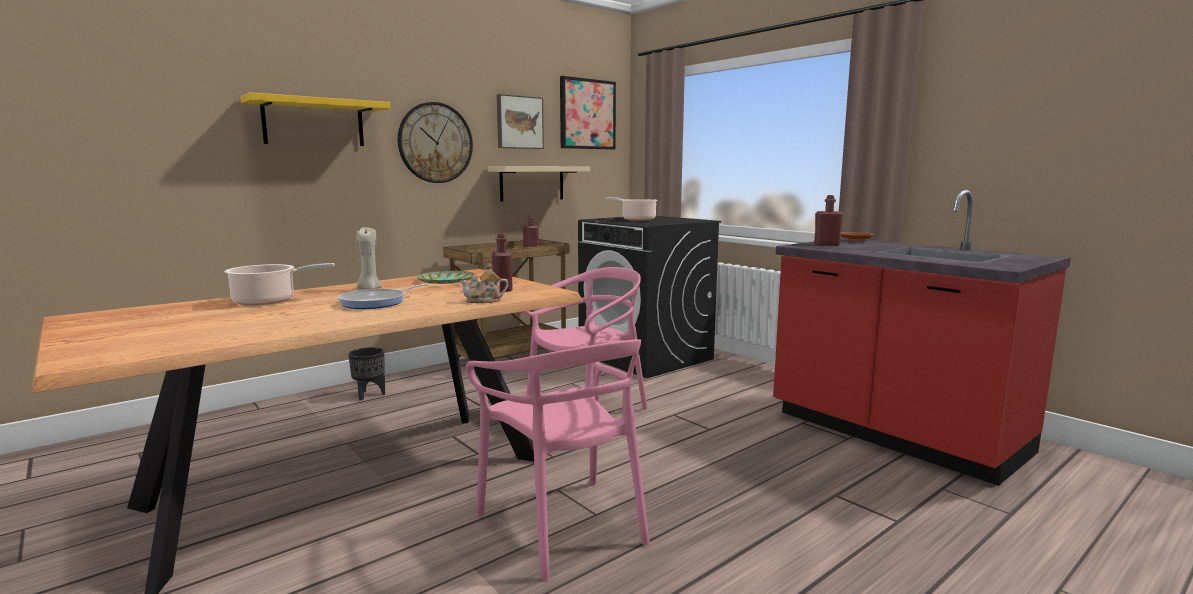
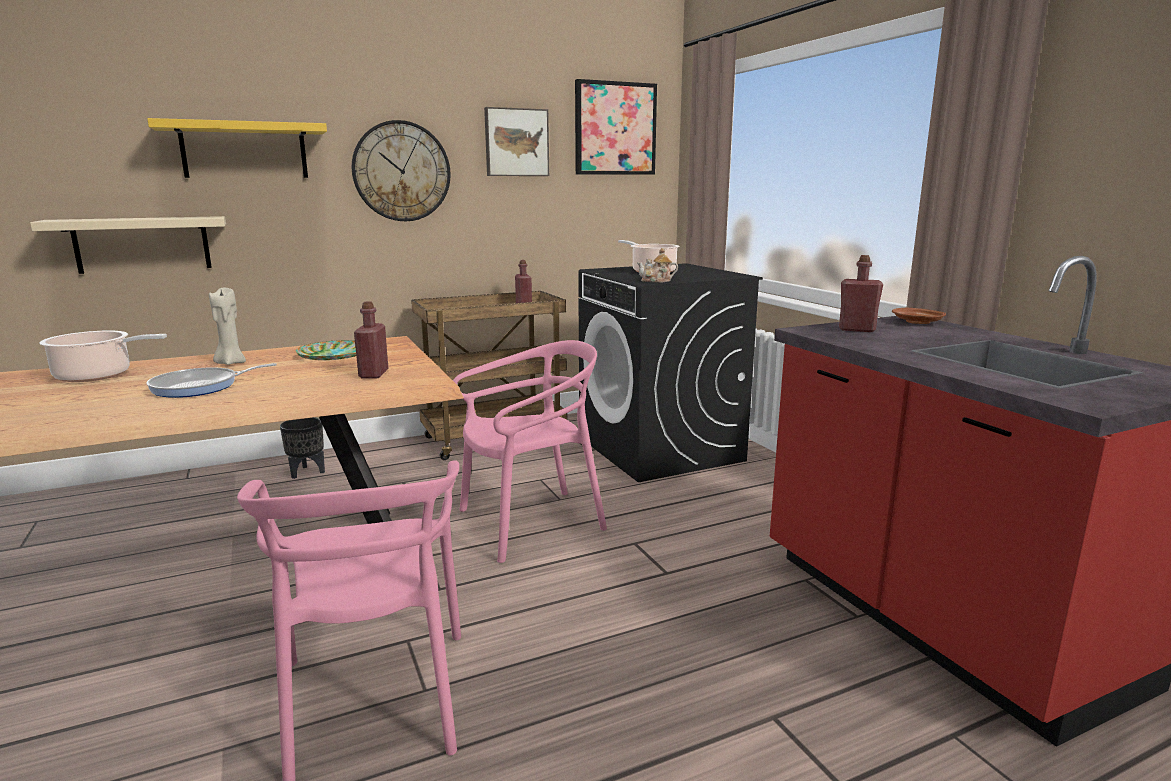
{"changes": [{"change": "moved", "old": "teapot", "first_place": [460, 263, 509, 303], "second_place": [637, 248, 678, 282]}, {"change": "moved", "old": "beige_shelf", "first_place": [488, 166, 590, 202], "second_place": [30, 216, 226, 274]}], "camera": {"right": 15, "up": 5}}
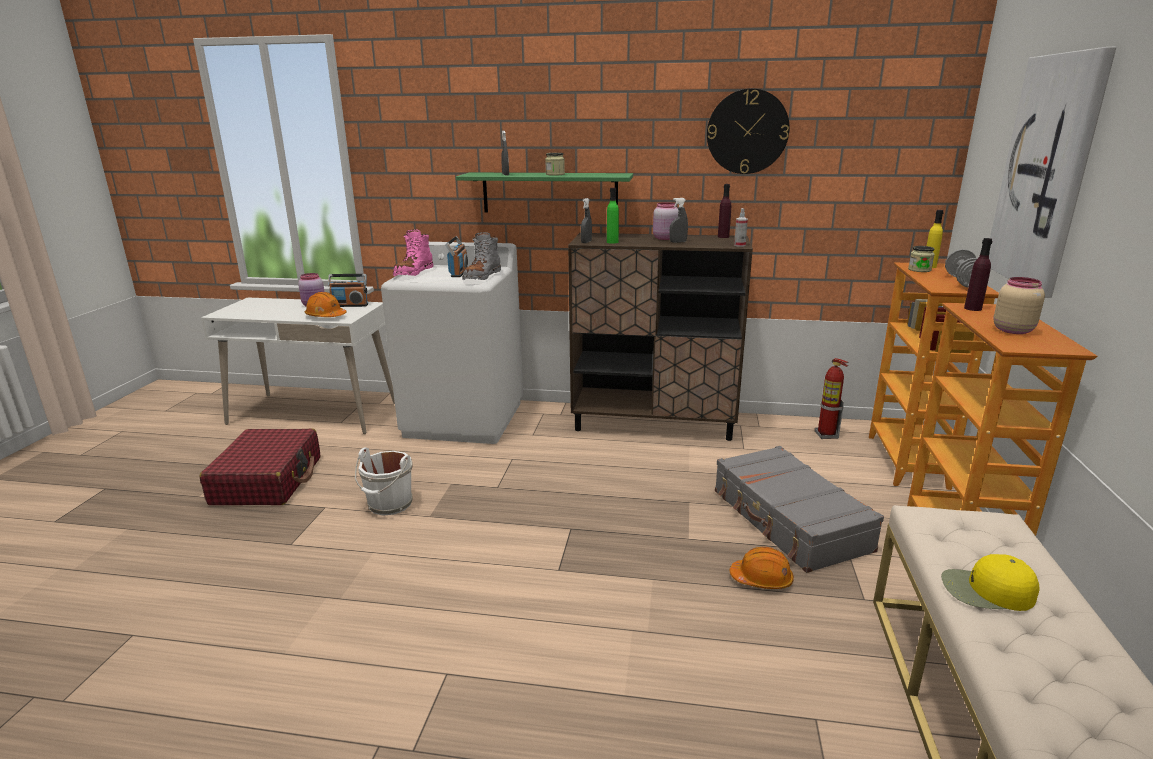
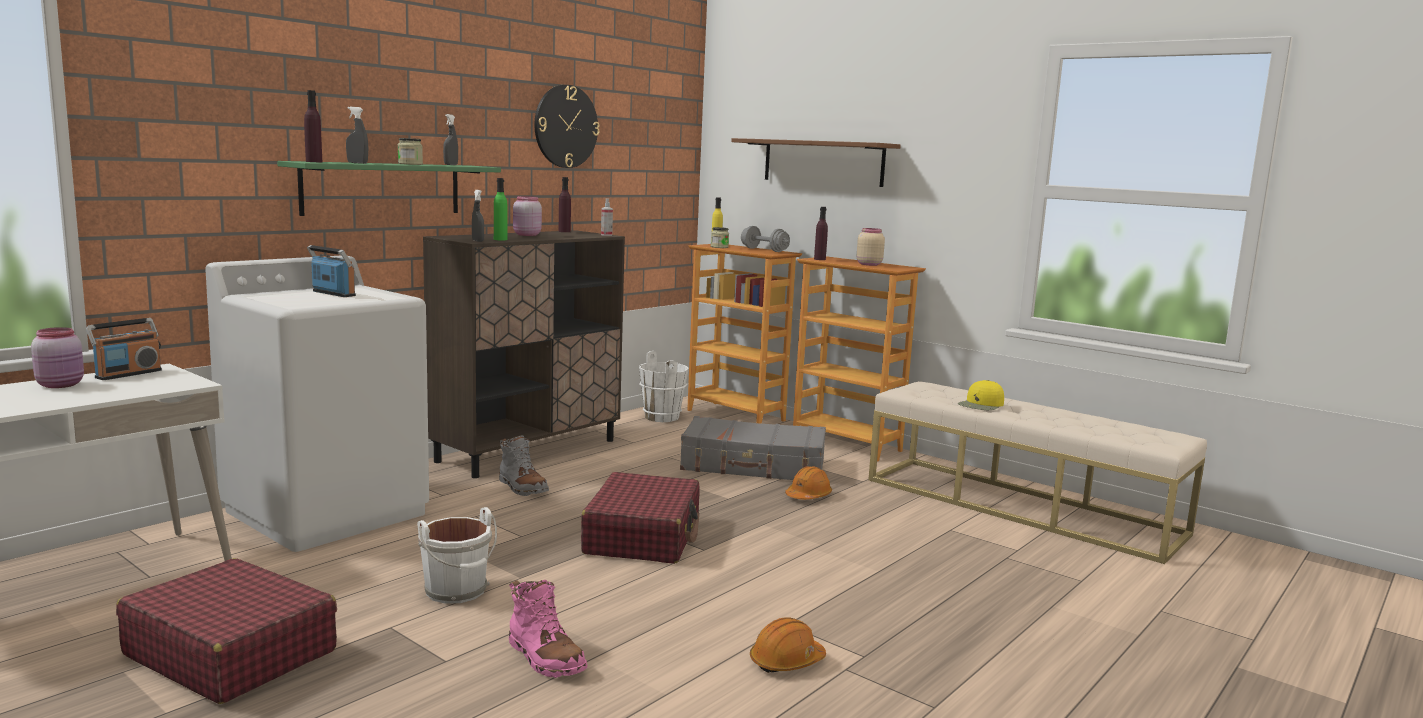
{"changes": [{"change": "added", "new": "purple_bottle", "second_place": [304, 90, 322, 162]}, {"change": "added", "new": "red_suitcase", "second_place": [581, 472, 700, 564]}, {"change": "moved", "old": "orange_hard_hat", "first_place": [305, 292, 347, 317], "second_place": [750, 617, 826, 673]}, {"change": "moved", "old": "pink_boot", "first_place": [393, 229, 434, 276], "second_place": [509, 580, 587, 678]}, {"change": "moved", "old": "grey_boot", "first_place": [462, 232, 501, 280], "second_place": [499, 436, 549, 496]}, {"change": "moved", "old": "grey_spray_bottle", "first_place": [670, 198, 688, 243], "second_place": [443, 114, 458, 165]}, {"change": "replaced", "old": "fire_extinguisher", "new": "white_bucket", "first_place": [815, 358, 849, 439], "second_place": [639, 351, 689, 422]}, {"change": "replaced", "old": "picture", "new": "brown_shelf", "first_place": [989, 47, 1117, 298], "second_place": [731, 138, 901, 187]}], "camera": {"right": -60, "up": -10}}
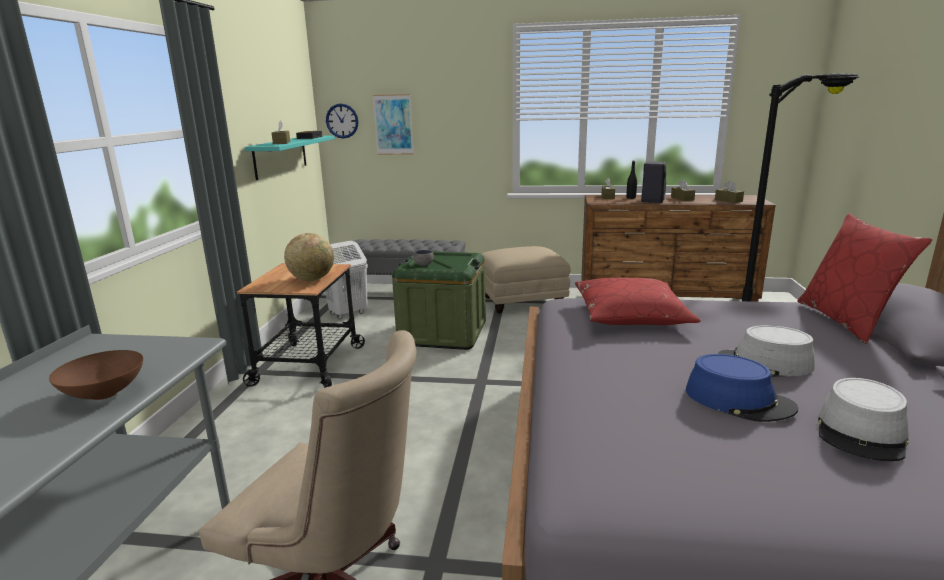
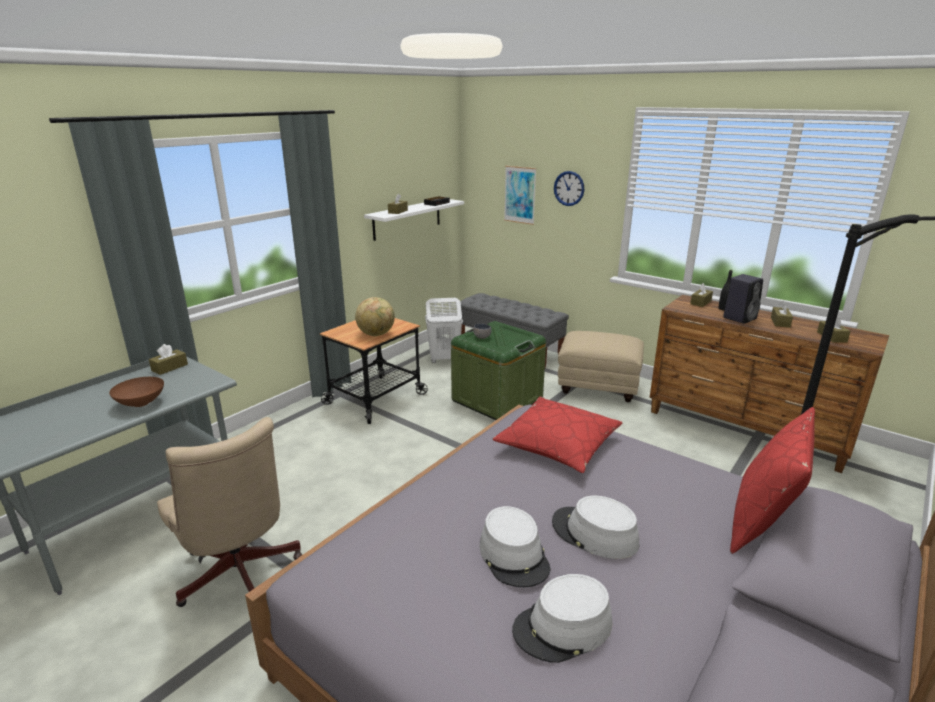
{"changes": [{"change": "added", "new": "brown_tissue_box", "second_place": [149, 344, 188, 375]}, {"change": "moved", "old": "wall_clock", "first_place": [326, 104, 359, 139], "second_place": [554, 171, 584, 206]}, {"change": "recoloured", "old": "turquoise_shelf", "new": "white_shelf", "first_place": [245, 135, 335, 180], "second_place": [364, 199, 464, 241]}, {"change": "recoloured", "old": "blue_hat", "new": "grey_hat", "first_place": [686, 354, 798, 422], "second_place": [480, 506, 551, 587]}], "camera": {"right": 30, "up": 5}}
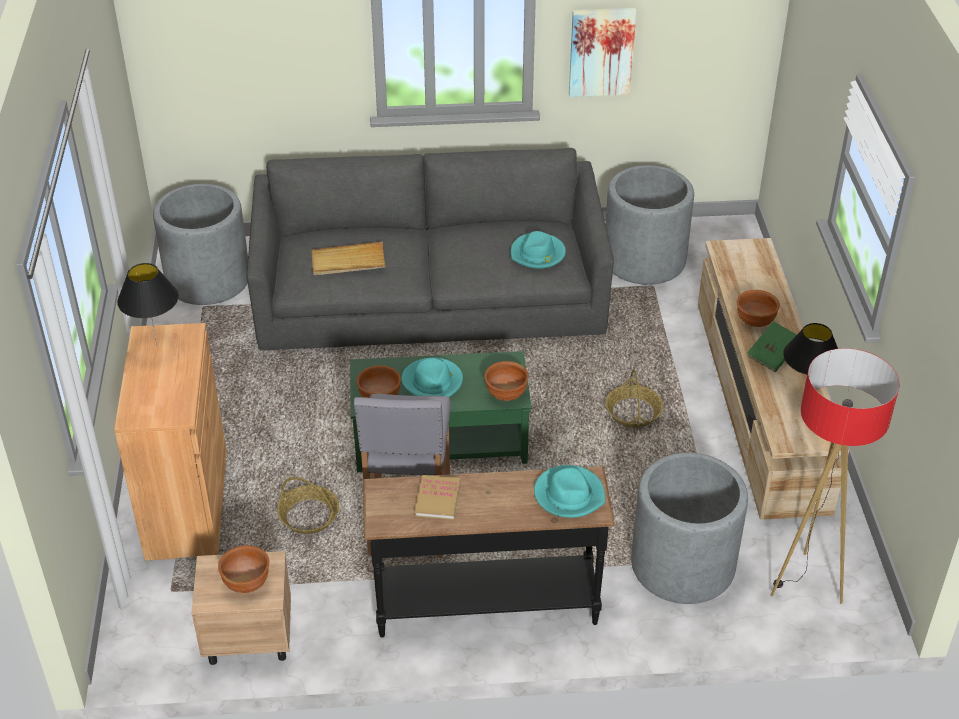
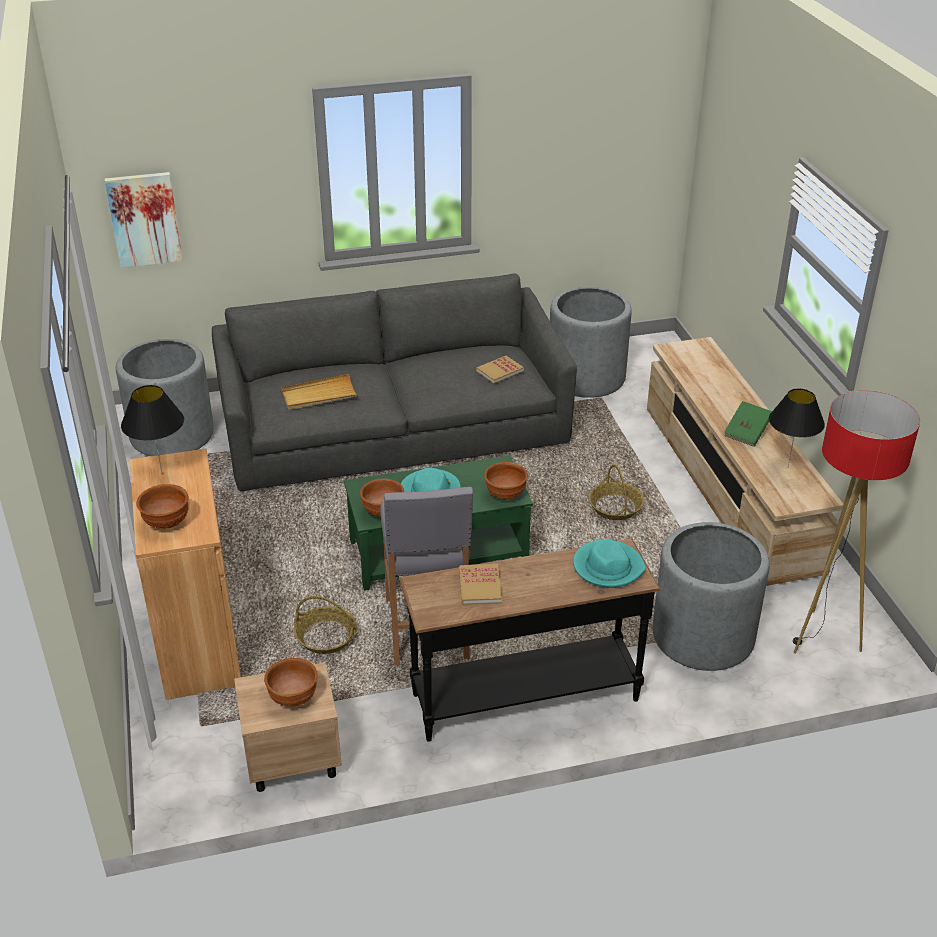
{"changes": [{"change": "moved", "old": "picture", "first_place": [569, 8, 636, 97], "second_place": [105, 172, 183, 268]}, {"change": "moved", "old": "brown_bowl", "first_place": [737, 290, 780, 327], "second_place": [136, 484, 189, 529]}, {"change": "replaced", "old": "turquoise_hat", "new": "book", "first_place": [511, 231, 566, 269], "second_place": [476, 356, 524, 384]}], "camera": {"right": -10, "up": -5}}
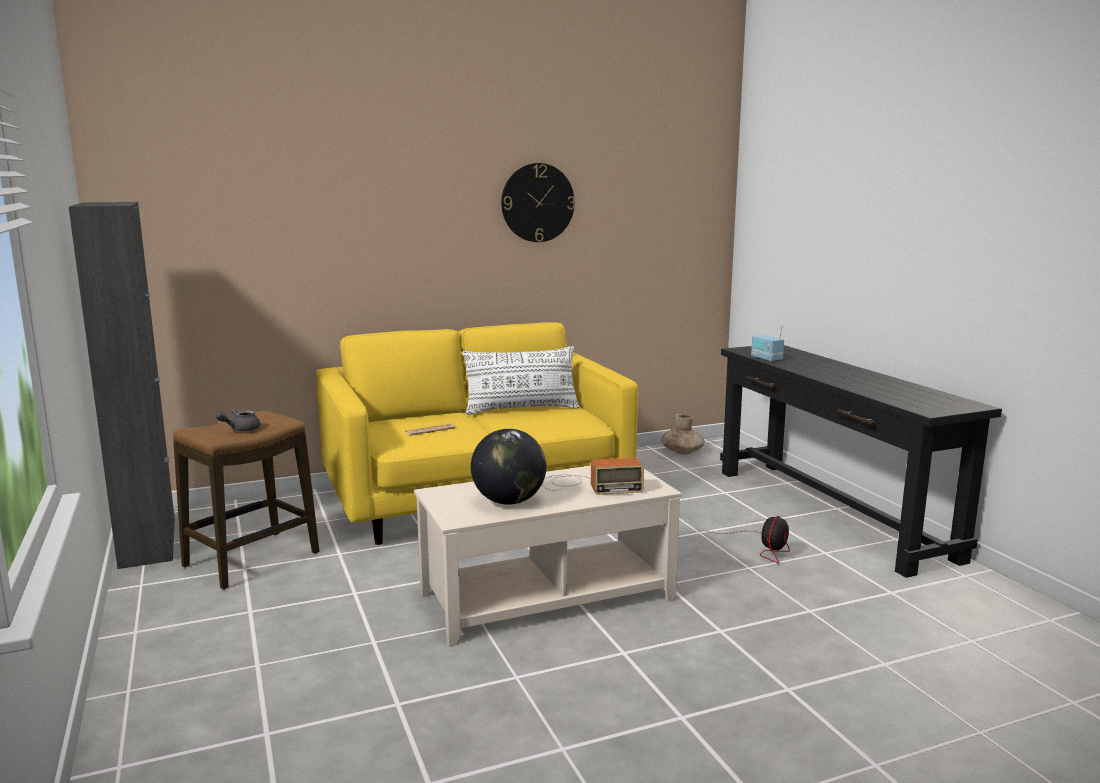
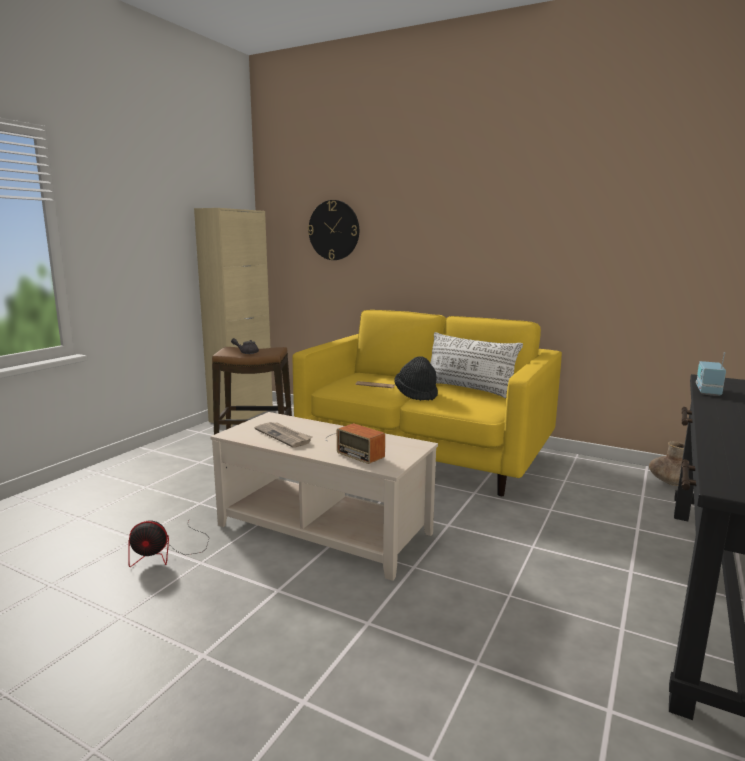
{"changes": [{"change": "added", "new": "black_hat", "second_place": [394, 356, 438, 401]}, {"change": "moved", "old": "wall_clock", "first_place": [501, 163, 575, 242], "second_place": [308, 200, 359, 260]}, {"change": "moved", "old": "fan", "first_place": [707, 516, 790, 563], "second_place": [128, 521, 209, 567]}, {"change": "replaced", "old": "globe", "new": "newspaper", "first_place": [471, 429, 546, 505], "second_place": [255, 422, 312, 448]}, {"change": "recoloured", "old": "black_cabinet", "new": "beige_cabinet", "first_place": [69, 202, 175, 569], "second_place": [194, 208, 273, 427]}], "camera": {"right": 50, "up": 0}}
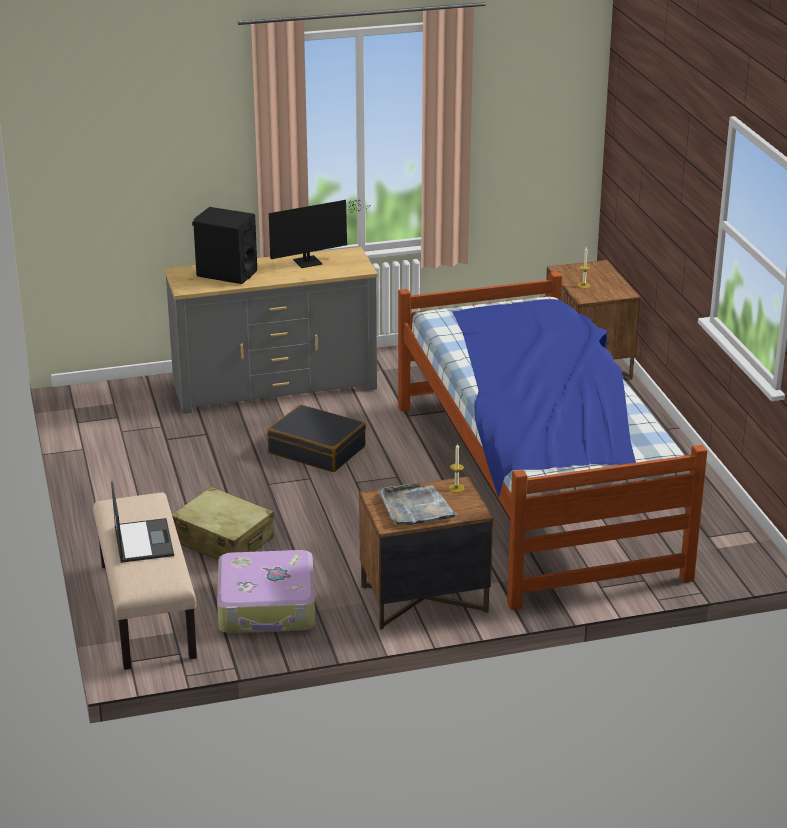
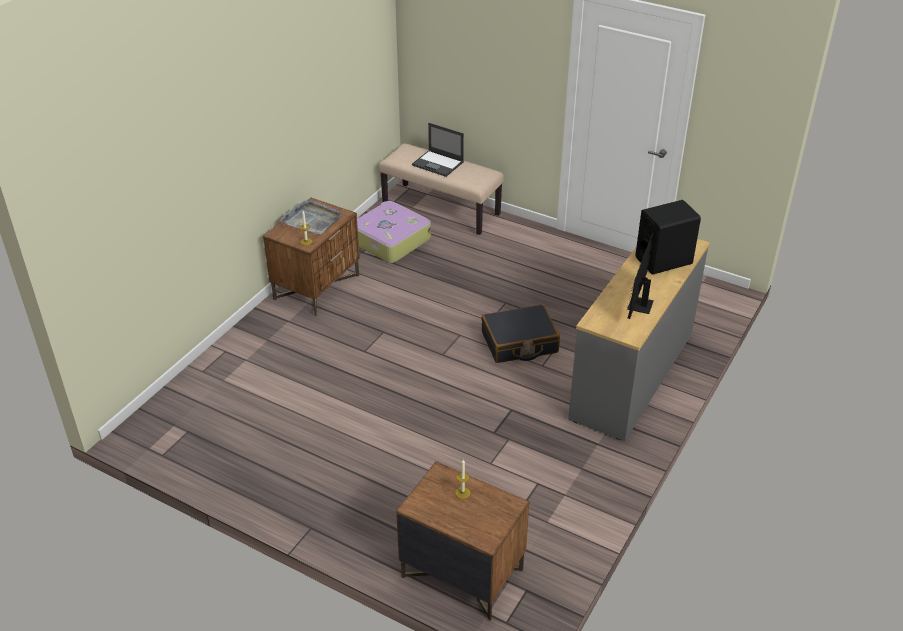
{"changes": [{"change": "removed", "old": "beige_suitcase", "first_place": [172, 486, 274, 560]}, {"change": "removed", "old": "bed", "first_place": [398, 272, 707, 610]}], "camera": {"right": 135, "up": 10}}
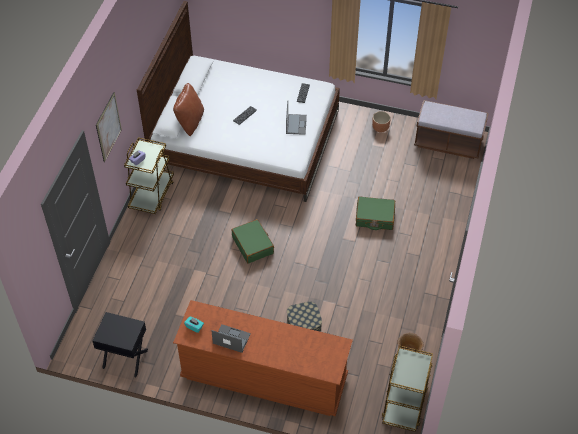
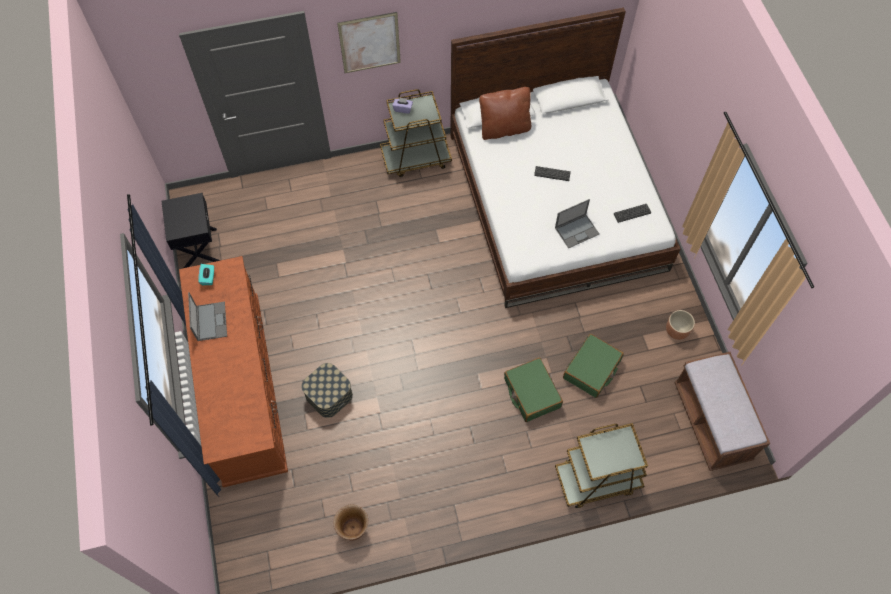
{"changes": [{"change": "moved", "old": "green_suitcase", "first_place": [231, 219, 274, 264], "second_place": [563, 334, 624, 398]}, {"change": "moved", "old": "brown_cart", "first_place": [382, 345, 433, 432], "second_place": [555, 423, 648, 509]}], "camera": {"right": 60, "up": 10}}
